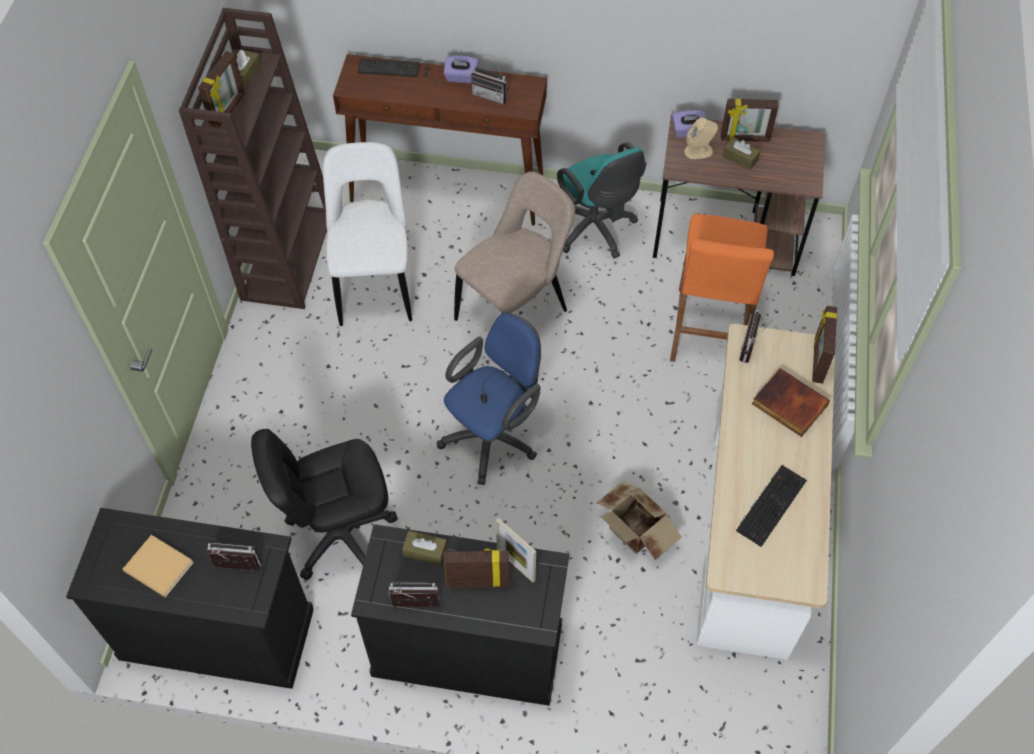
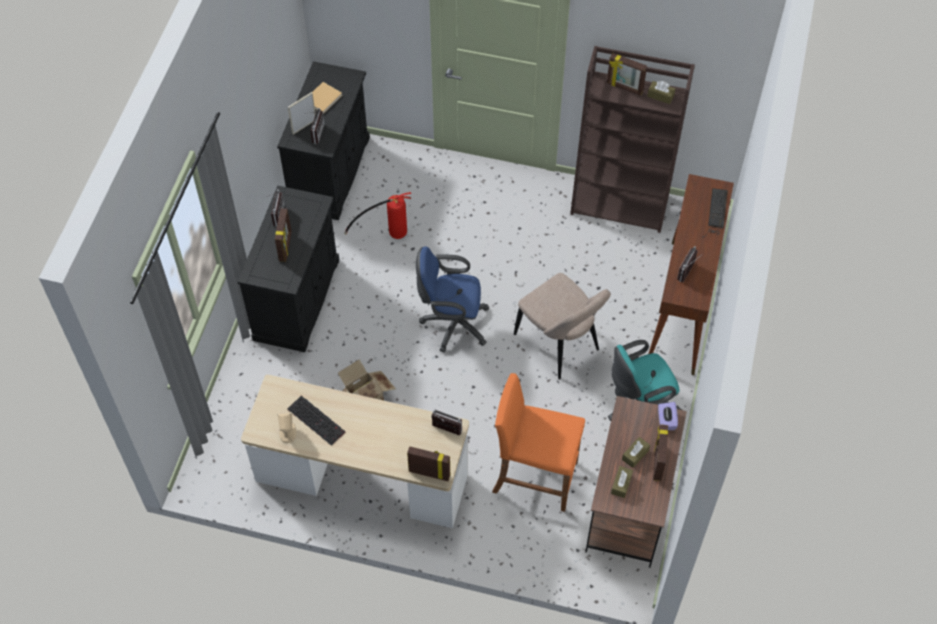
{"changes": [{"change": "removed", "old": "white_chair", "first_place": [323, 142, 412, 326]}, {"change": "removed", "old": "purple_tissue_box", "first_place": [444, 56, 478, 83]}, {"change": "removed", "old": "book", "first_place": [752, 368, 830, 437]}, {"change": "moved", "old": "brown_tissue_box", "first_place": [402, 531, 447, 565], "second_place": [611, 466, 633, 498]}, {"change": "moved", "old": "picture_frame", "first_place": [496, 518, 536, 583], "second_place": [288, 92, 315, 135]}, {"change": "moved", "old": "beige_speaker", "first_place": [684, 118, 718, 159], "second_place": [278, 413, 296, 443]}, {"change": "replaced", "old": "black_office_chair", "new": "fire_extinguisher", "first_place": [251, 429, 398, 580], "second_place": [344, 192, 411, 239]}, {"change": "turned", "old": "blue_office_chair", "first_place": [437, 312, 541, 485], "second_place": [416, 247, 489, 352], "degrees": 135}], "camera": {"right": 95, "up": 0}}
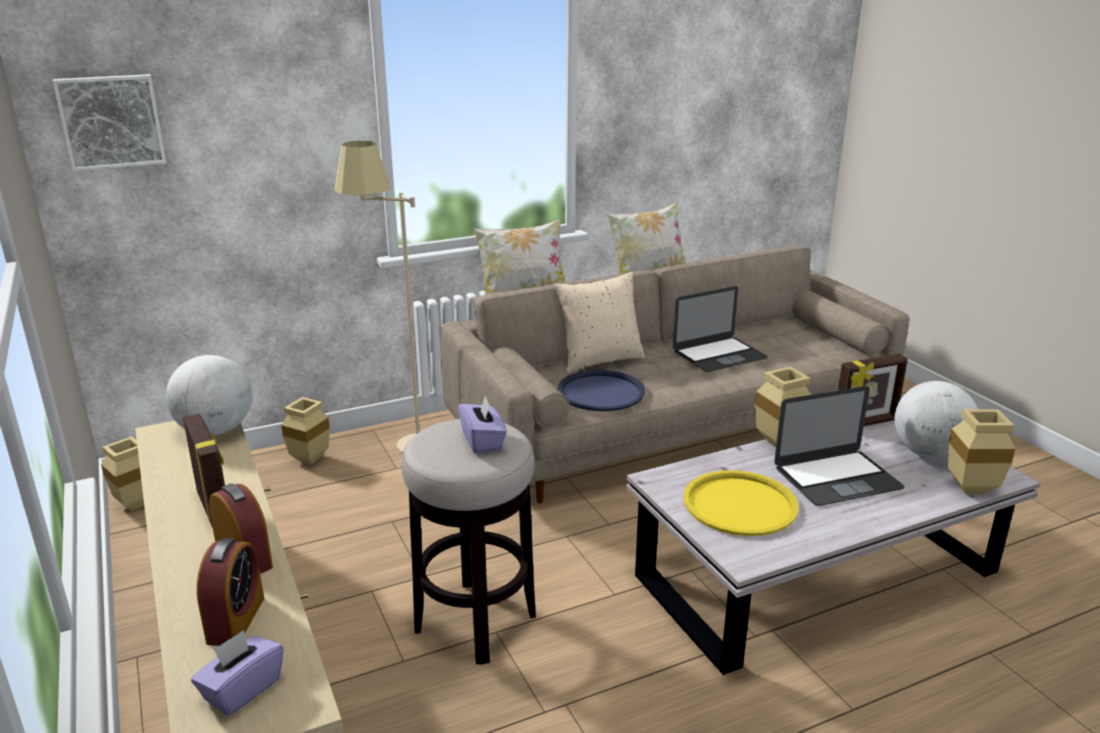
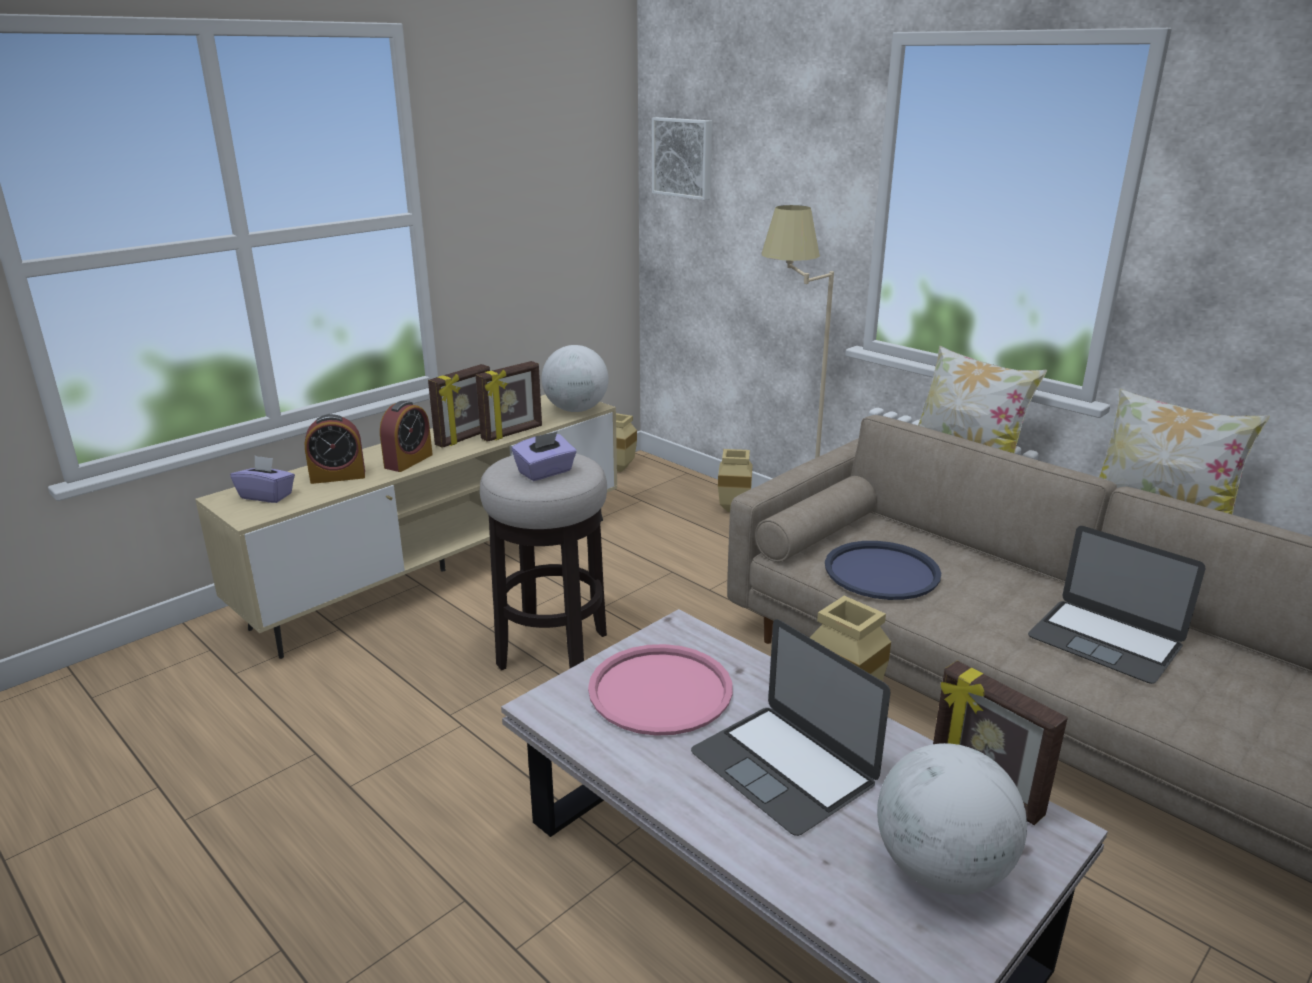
{"changes": [{"change": "removed", "old": "beige_pillow", "first_place": [554, 272, 645, 374]}, {"change": "removed", "old": "beige_vase", "first_place": [948, 409, 1015, 495]}, {"change": "added", "new": "picture_frame", "second_place": [476, 361, 542, 442]}, {"change": "recoloured", "old": "yellow_tray", "new": "pink_tray", "first_place": [683, 470, 799, 536], "second_place": [588, 644, 733, 736]}], "camera": {"right": 70, "up": 0}}
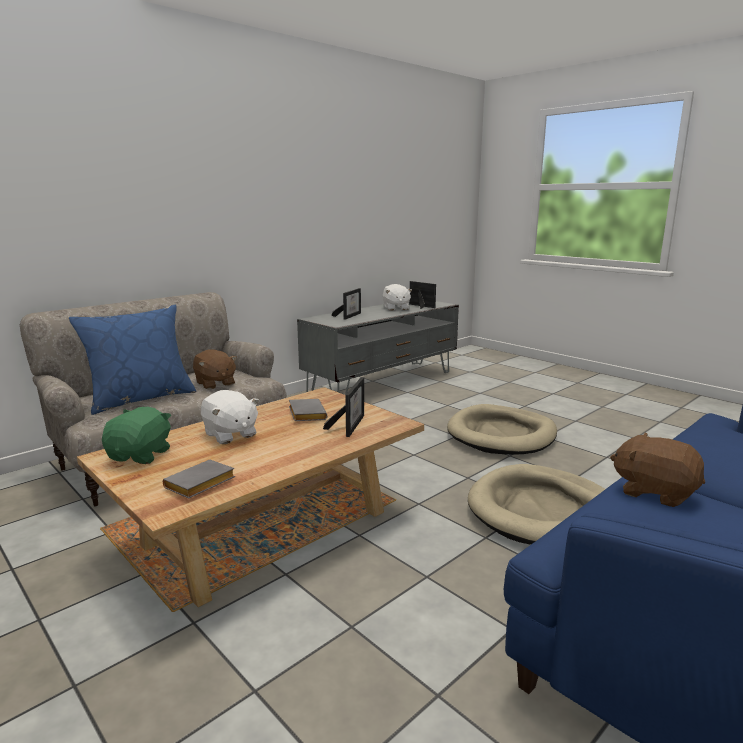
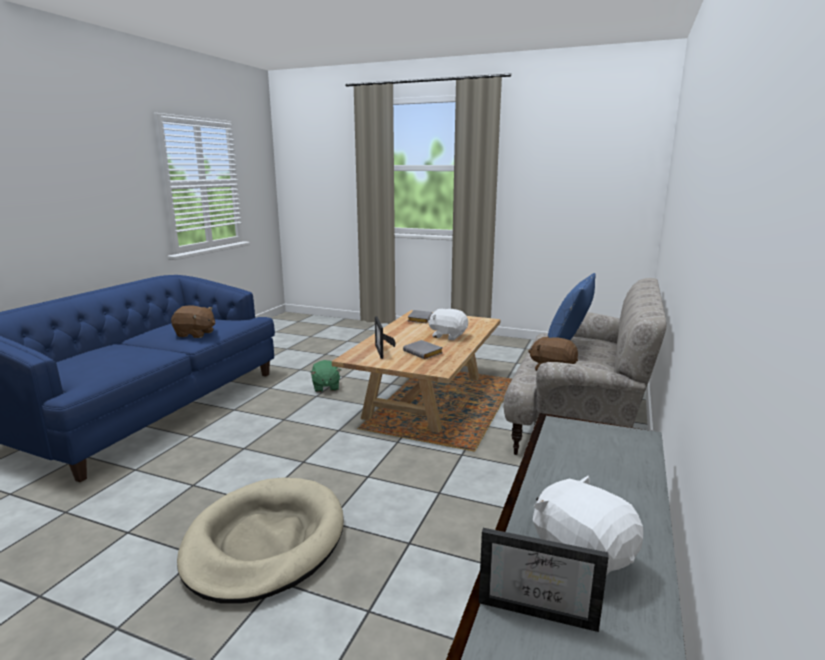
{"changes": [{"change": "removed", "old": "picture_frame", "first_place": [332, 288, 361, 320]}, {"change": "removed", "old": "beige_dog_bed", "first_place": [468, 464, 605, 545]}, {"change": "moved", "old": "green_plush_toy", "first_place": [102, 407, 171, 464], "second_place": [310, 360, 341, 392]}], "camera": {"right": 155, "up": 0}}
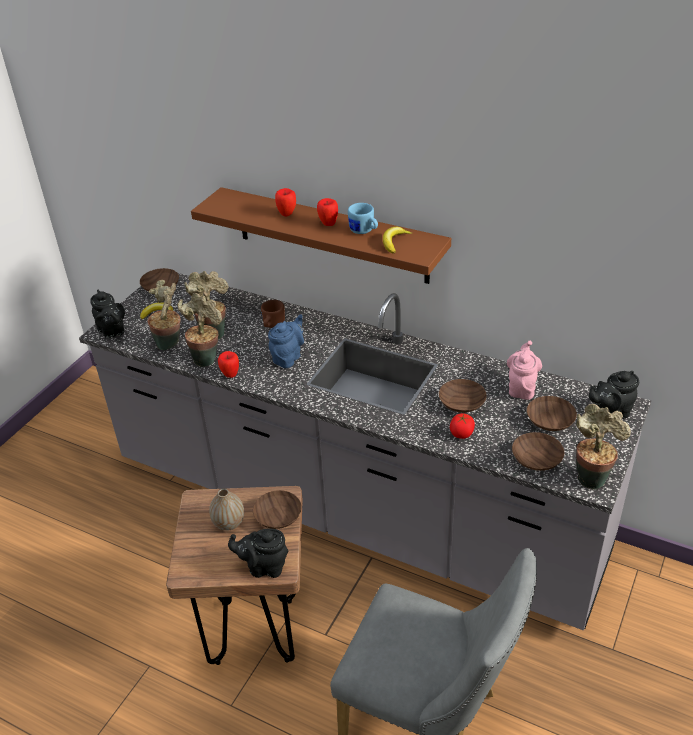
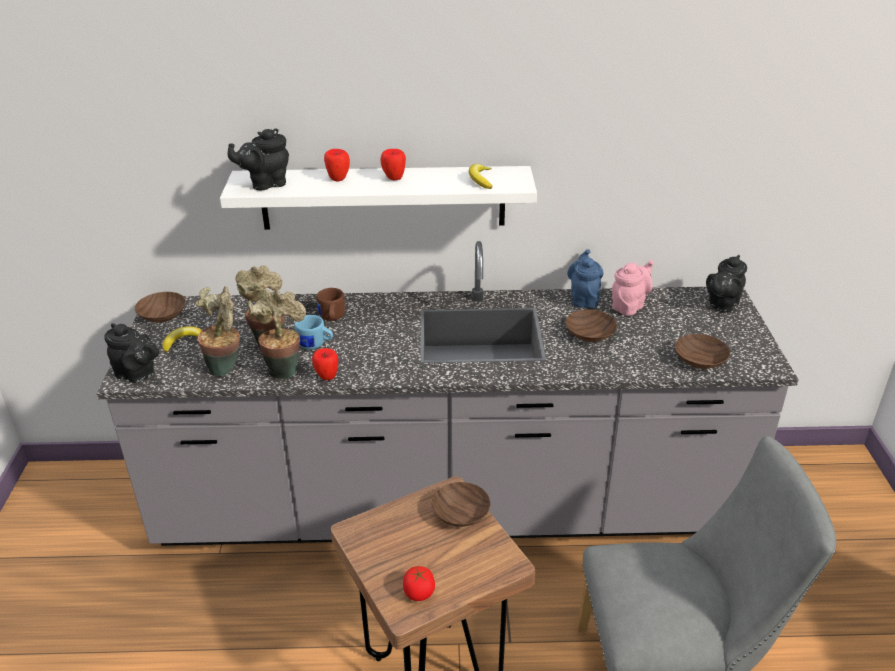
{"changes": [{"change": "removed", "old": "vase", "first_place": [209, 488, 244, 531]}, {"change": "removed", "old": "brown_bowl", "first_place": [527, 396, 577, 431]}, {"change": "removed", "old": "potted_plant", "first_place": [576, 404, 631, 490]}, {"change": "moved", "old": "black_teapot", "first_place": [228, 529, 288, 578], "second_place": [227, 128, 289, 190]}, {"change": "moved", "old": "blue_teapot", "first_place": [268, 314, 304, 368], "second_place": [567, 249, 603, 308]}, {"change": "moved", "old": "blue_mug", "first_place": [348, 203, 378, 234], "second_place": [295, 315, 333, 350]}, {"change": "moved", "old": "tomato", "first_place": [450, 413, 475, 439], "second_place": [403, 566, 435, 601]}, {"change": "recoloured", "old": "brown_shelf", "new": "white_shelf", "first_place": [191, 187, 451, 284], "second_place": [220, 166, 537, 230]}, {"change": "turned", "old": "pink_teapot", "first_place": [507, 341, 542, 400], "second_place": [612, 260, 654, 316], "degrees": 60}], "camera": {"right": -30, "up": -5}}
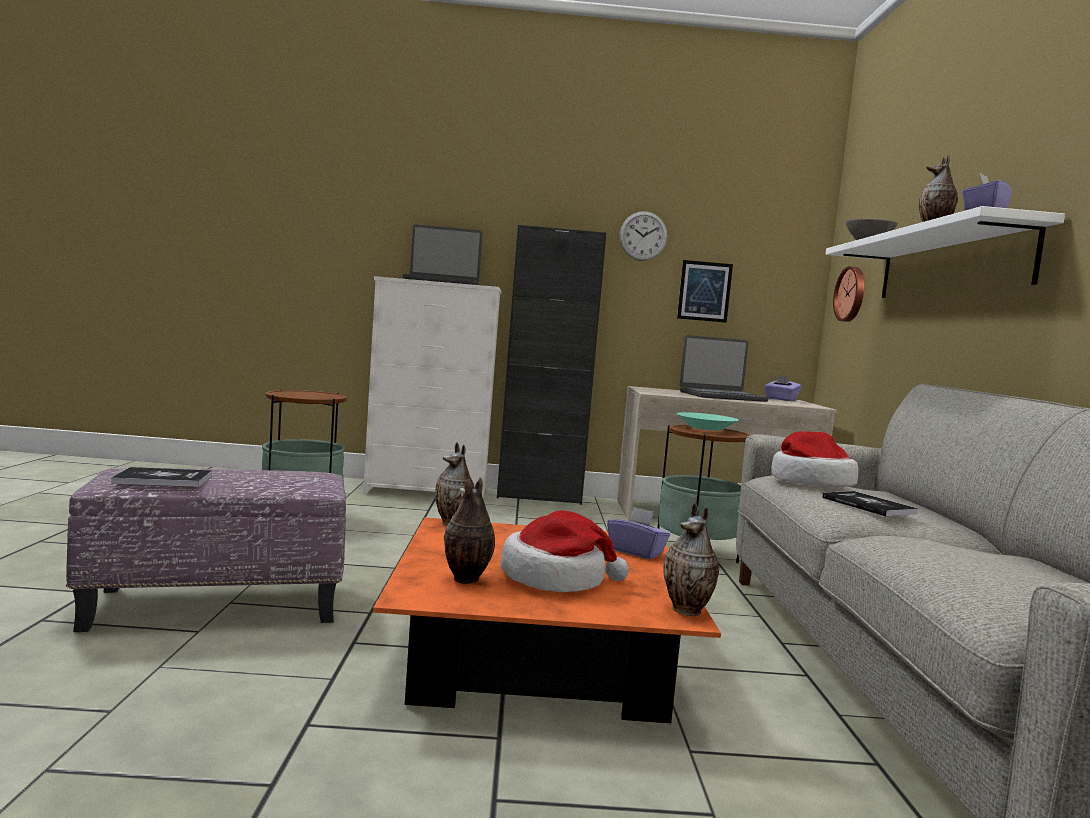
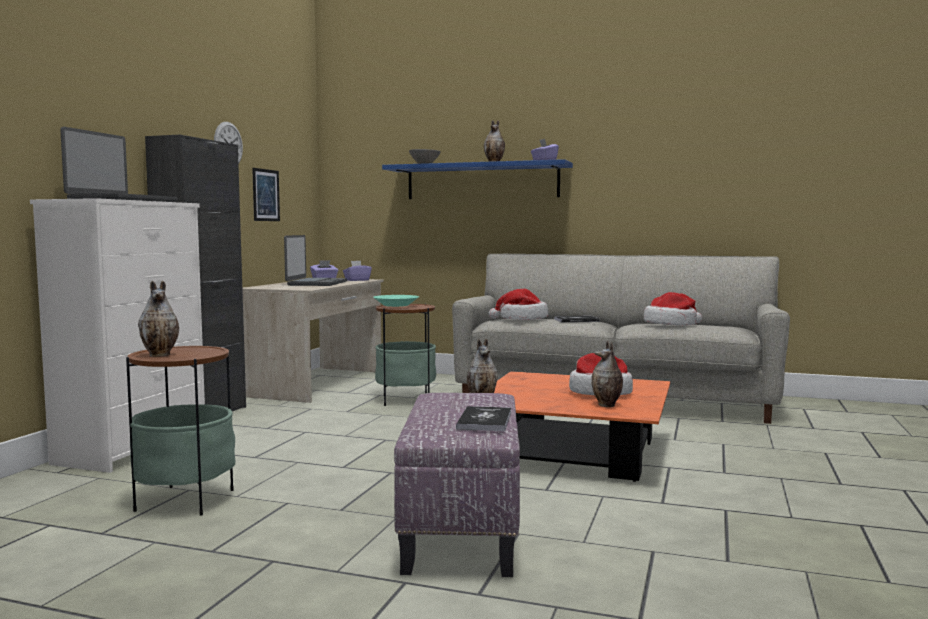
{"changes": [{"change": "removed", "old": "wall_clock", "first_place": [833, 266, 864, 322]}, {"change": "added", "new": "hat", "second_place": [644, 292, 702, 326]}, {"change": "moved", "old": "purple_tissue_box", "first_place": [607, 507, 670, 559], "second_place": [343, 261, 372, 281]}, {"change": "moved", "old": "vase", "first_place": [663, 503, 719, 616], "second_place": [138, 281, 179, 357]}, {"change": "recoloured", "old": "white_shelf", "new": "blue_shelf", "first_place": [825, 206, 1065, 298], "second_place": [382, 159, 573, 199]}], "camera": {"right": -70, "up": 0}}
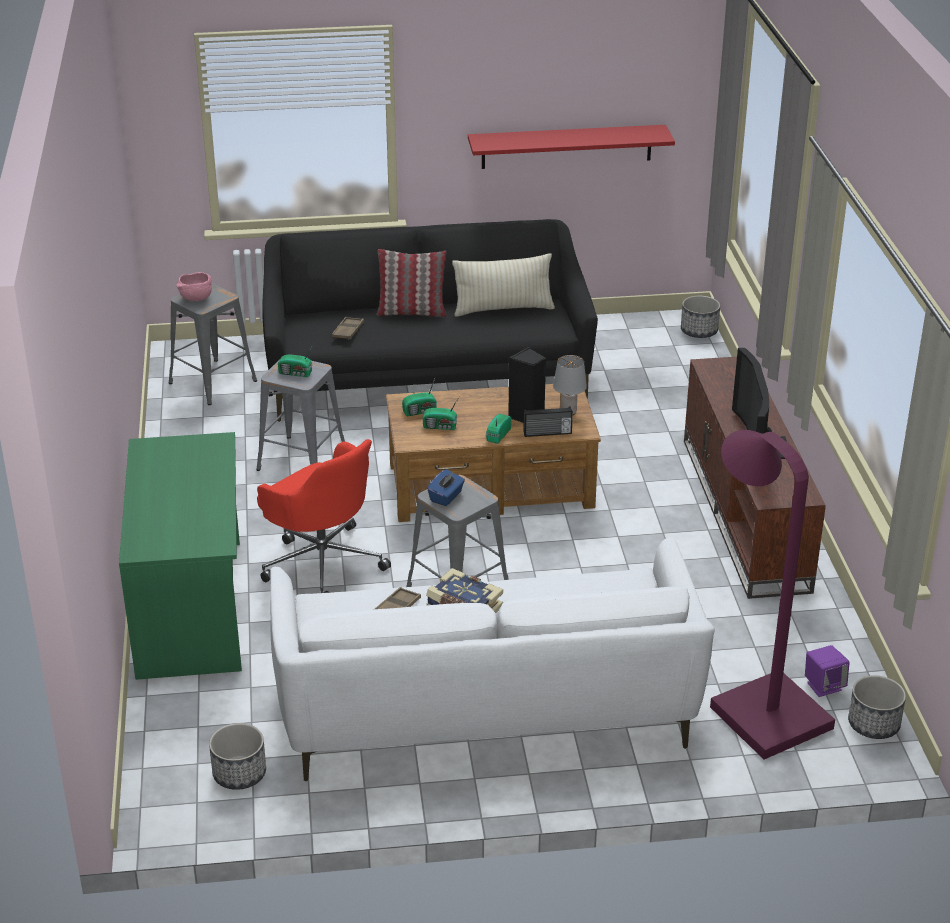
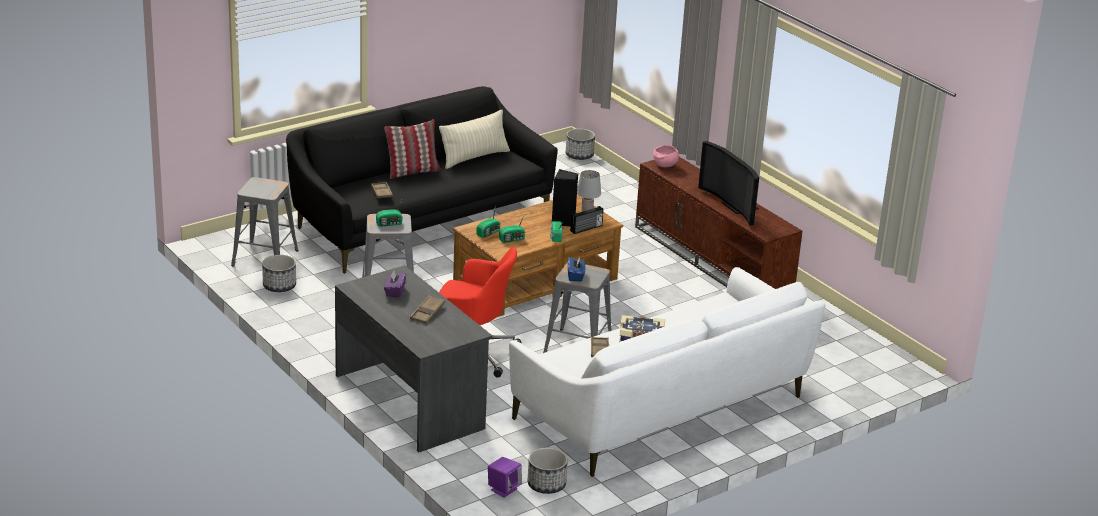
{"changes": [{"change": "removed", "old": "red_shelf", "first_place": [468, 125, 675, 169]}, {"change": "removed", "old": "purple_floor_lamp", "first_place": [710, 430, 835, 760]}, {"change": "added", "new": "purple_tissue_box", "second_place": [384, 271, 406, 298]}, {"change": "added", "new": "brown_tray", "second_place": [410, 295, 445, 324]}, {"change": "moved", "old": "pink_bowl", "first_place": [176, 272, 212, 301], "second_place": [653, 145, 679, 167]}, {"change": "moved", "old": "purple_speaker", "first_place": [805, 645, 850, 697], "second_place": [488, 457, 522, 498]}, {"change": "moved", "old": "planter", "first_place": [848, 675, 906, 739], "second_place": [262, 255, 296, 292]}, {"change": "recoloured", "old": "green_desk", "new": "grey_desk", "first_place": [119, 432, 242, 680], "second_place": [335, 265, 493, 452]}], "camera": {"right": -30, "up": -5}}
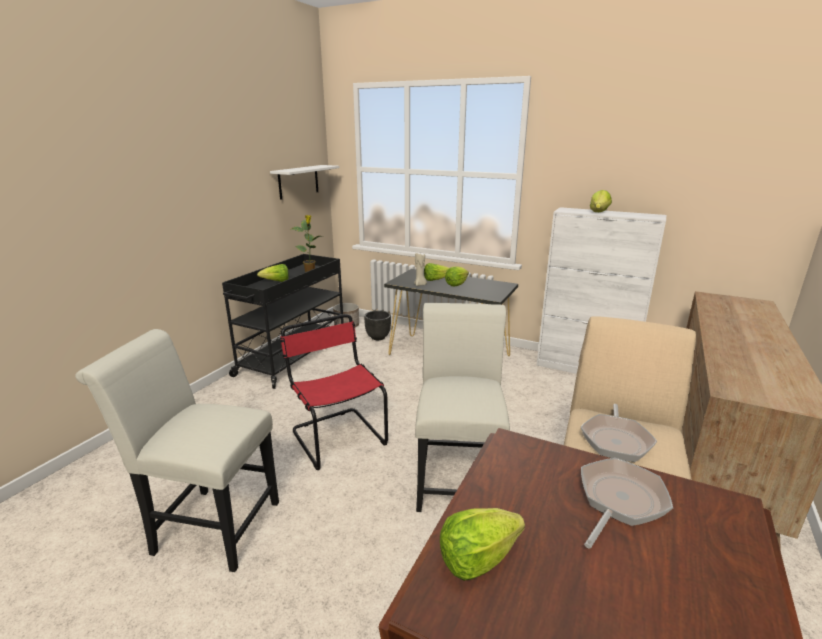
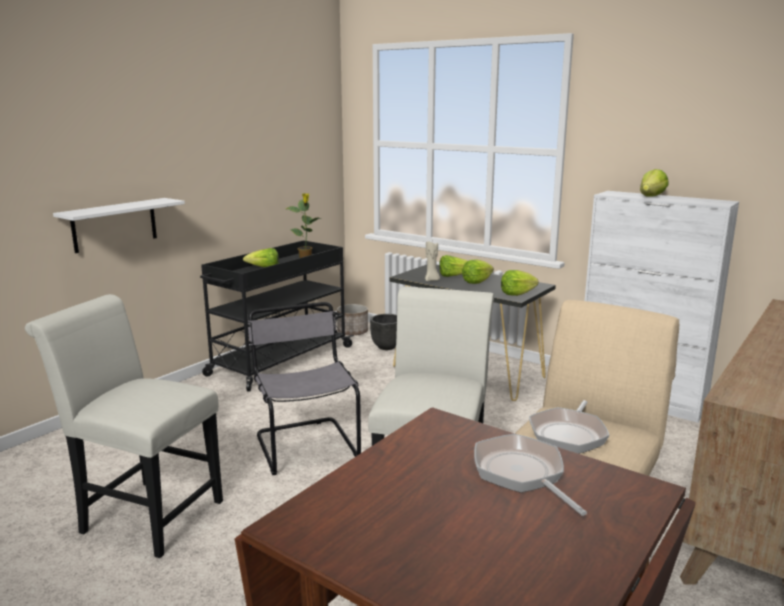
{"changes": [{"change": "moved", "old": "white_shelf", "first_place": [270, 165, 339, 200], "second_place": [53, 198, 185, 253]}, {"change": "moved", "old": "lettuce", "first_place": [440, 508, 525, 581], "second_place": [501, 270, 539, 296]}, {"change": "recoloured", "old": "red_chair", "new": "grey_chair", "first_place": [280, 314, 388, 470], "second_place": [247, 302, 361, 475]}, {"change": "turned", "old": "frying_pan", "first_place": [581, 458, 673, 549], "second_place": [474, 434, 587, 516], "degrees": -75}], "camera": {"right": 10, "up": -5}}
